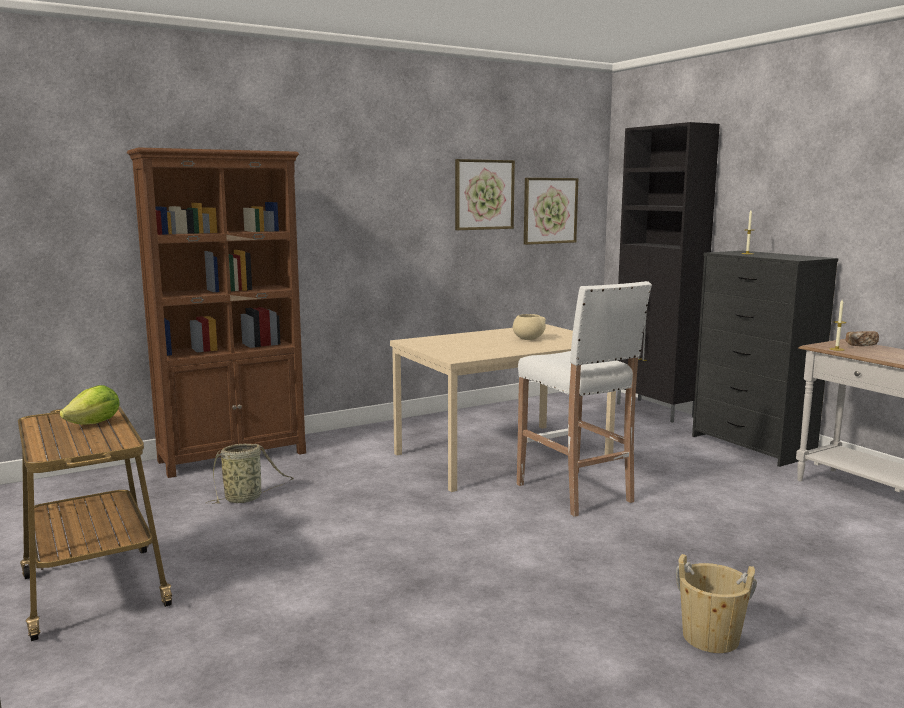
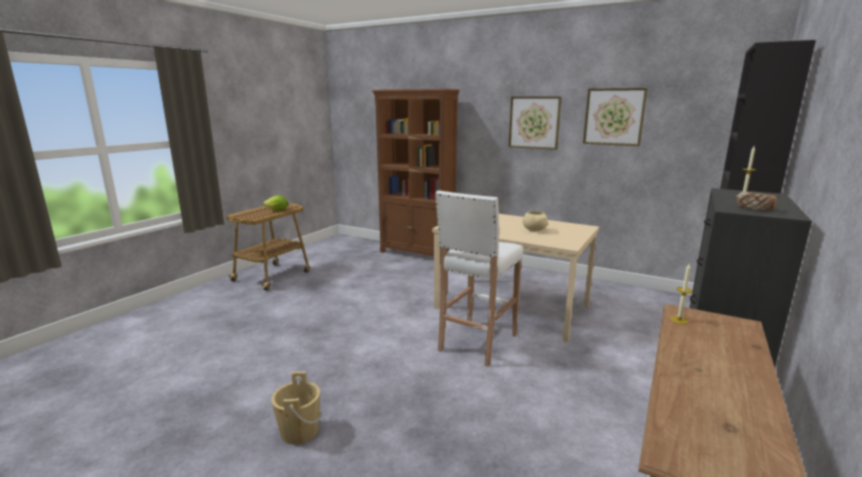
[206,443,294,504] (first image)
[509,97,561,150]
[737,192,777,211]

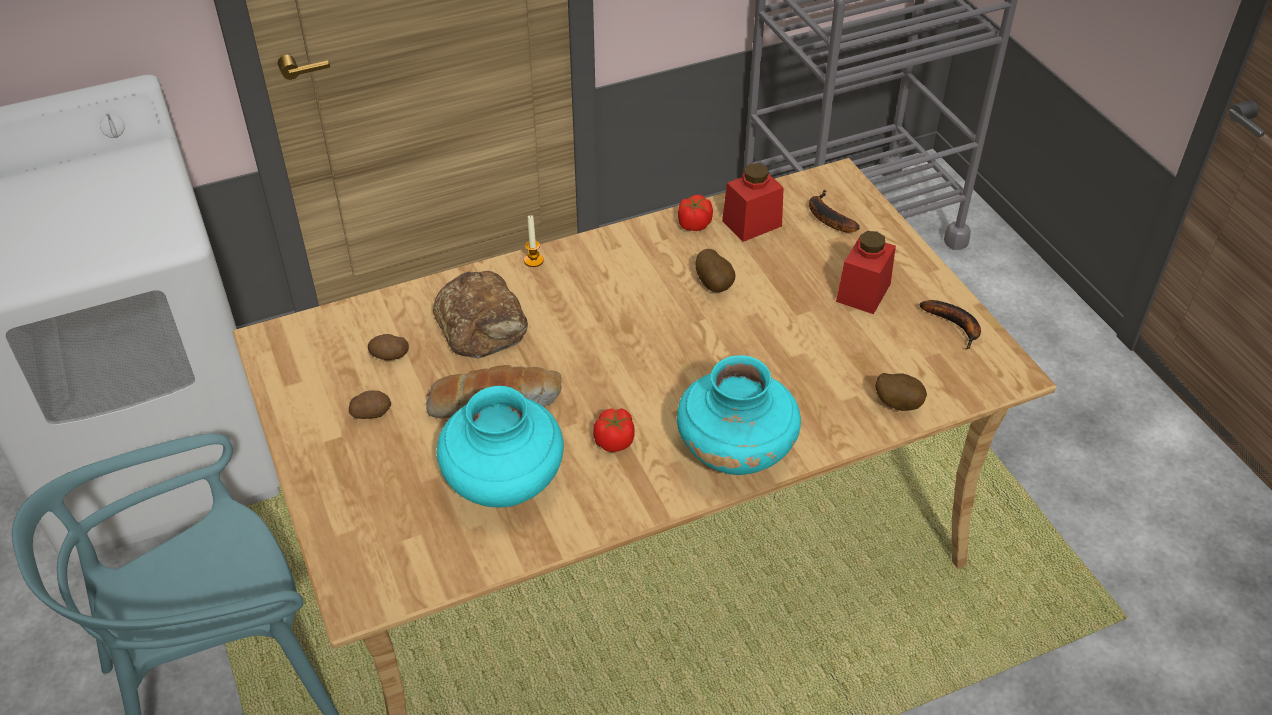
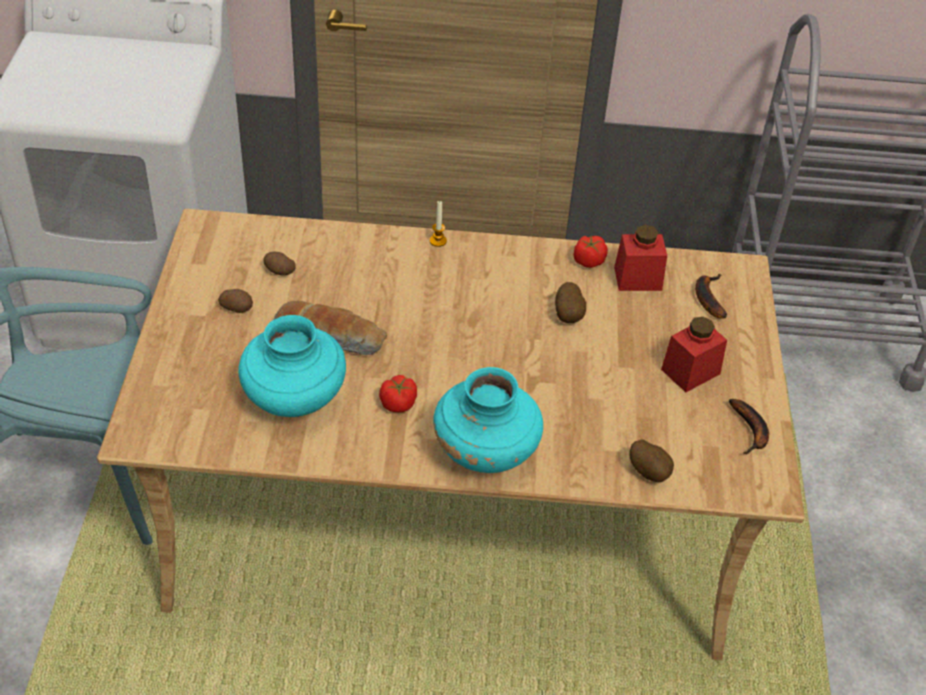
[433,271,528,359] (first image)

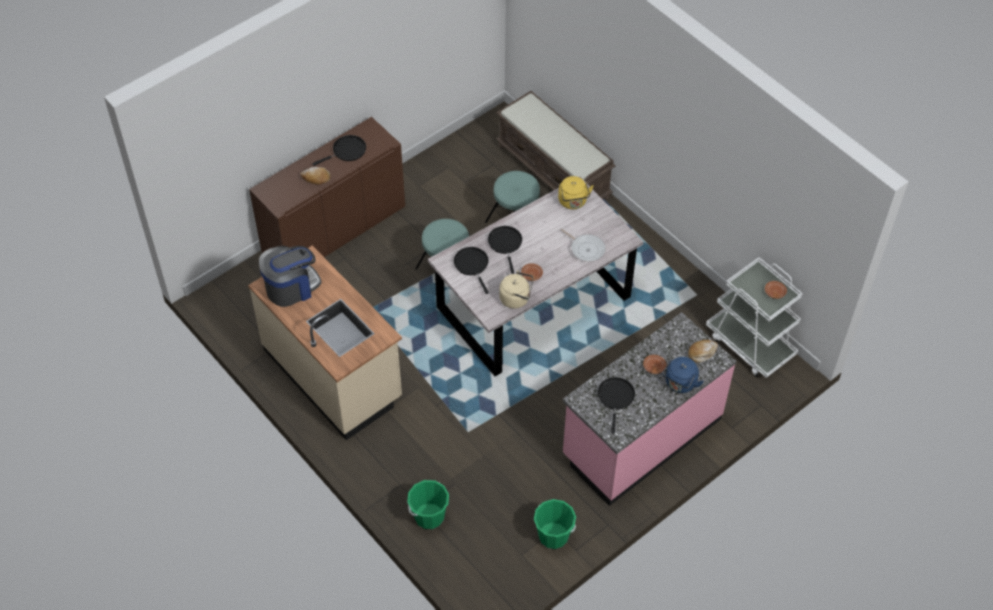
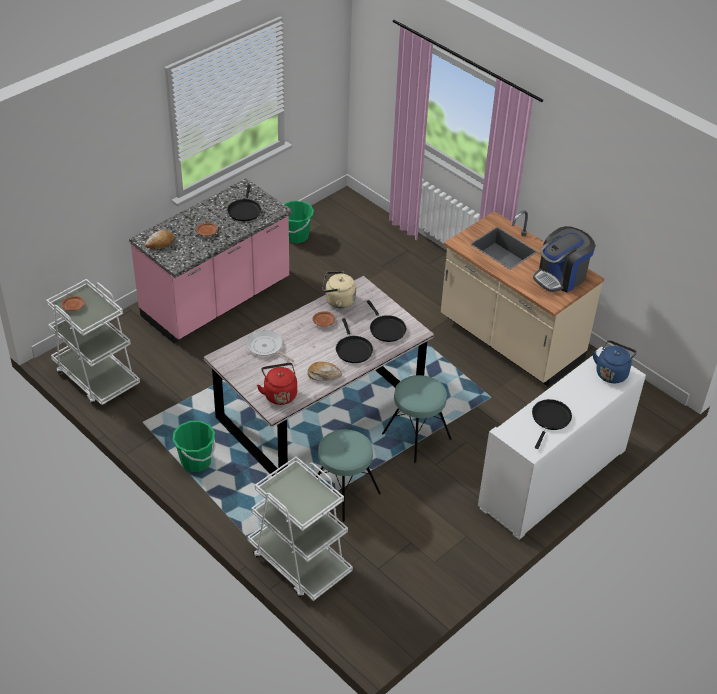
[308,362,342,381]
[173,421,216,472]
[593,340,637,383]
[247,457,353,601]
[478,346,646,540]
[257,363,297,405]
[532,399,572,449]

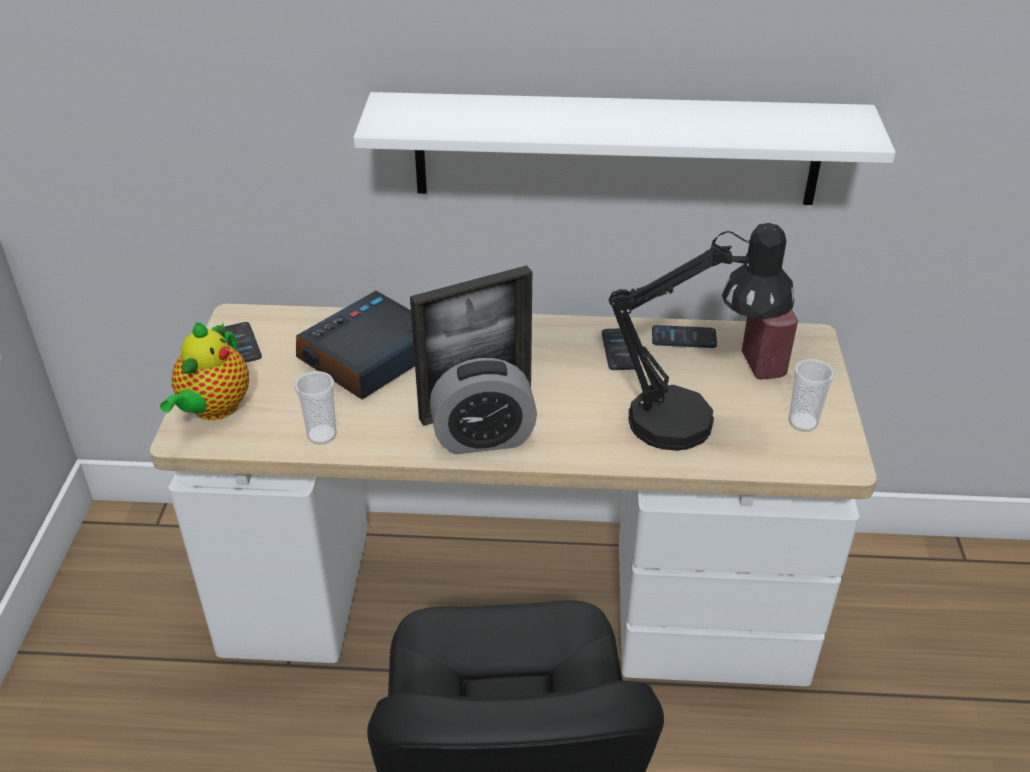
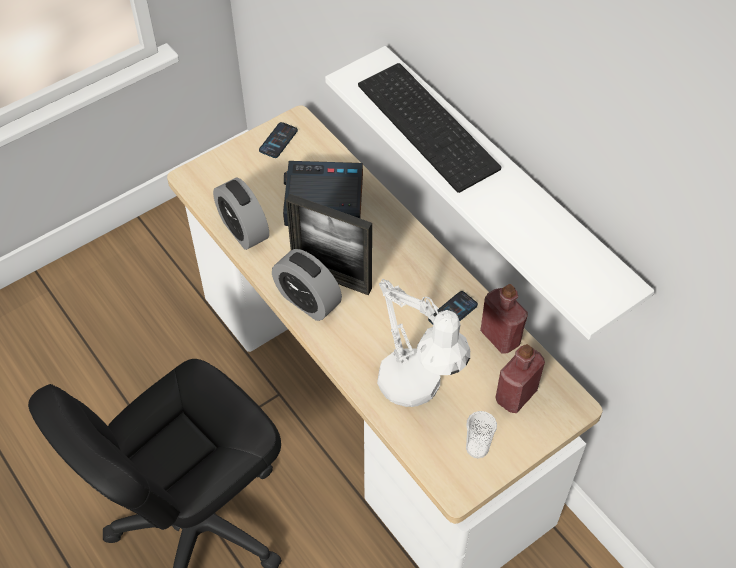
[160,322,249,420] (first image)
[358,63,501,193]
[213,177,269,250]
[480,284,528,354]
[377,279,470,407]

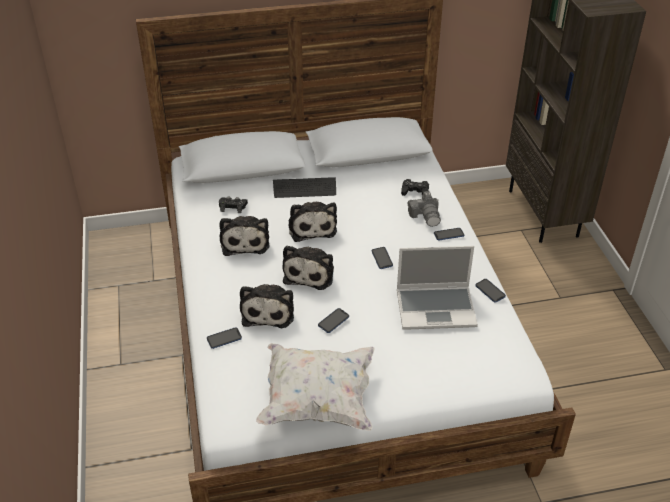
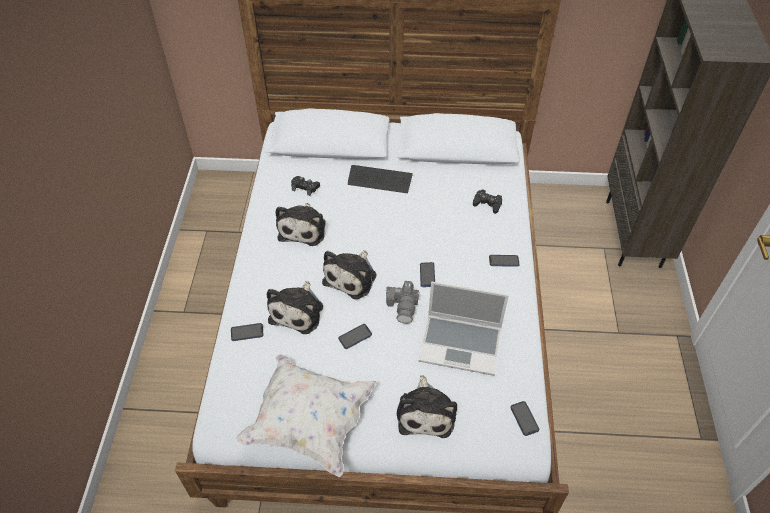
[397,375,457,438]
[386,281,420,323]
[510,401,539,436]

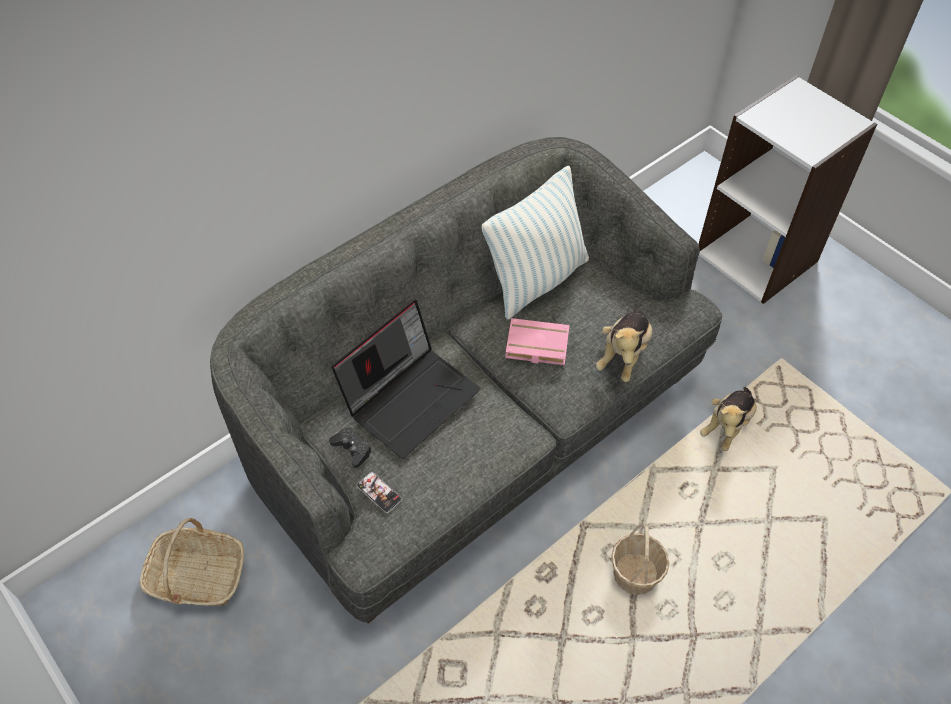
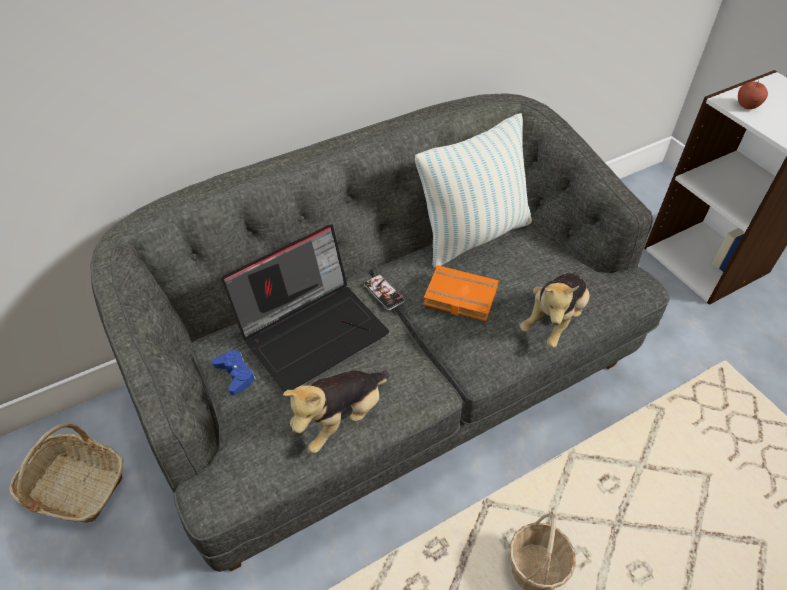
[738,81,768,109]
[364,275,405,310]
[283,370,390,453]
[212,350,256,395]
[423,265,499,321]

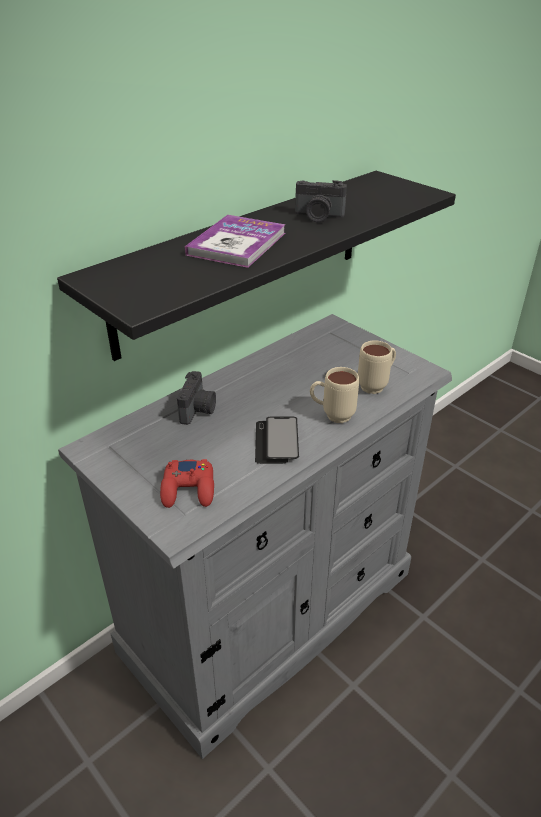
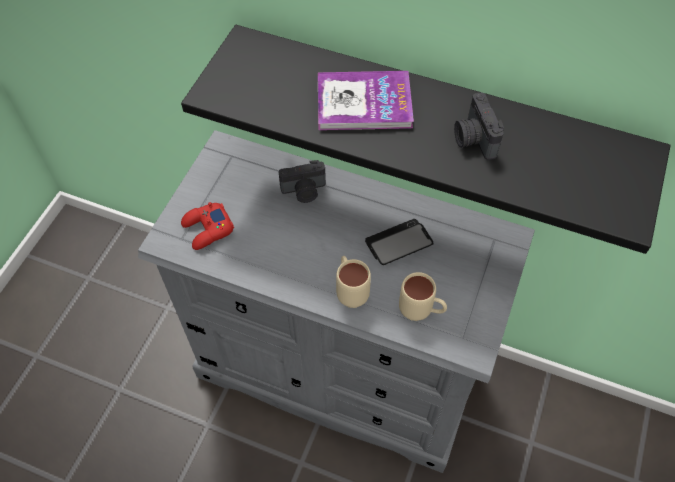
[365,219,433,265]

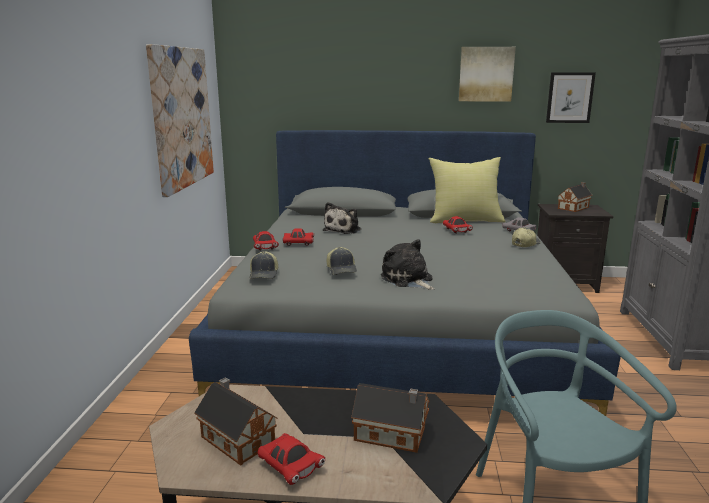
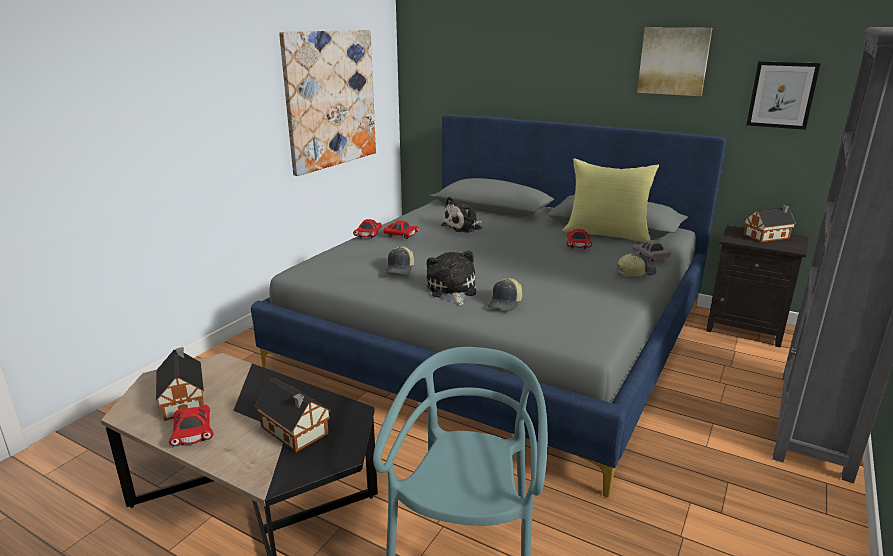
[487,278,522,311]

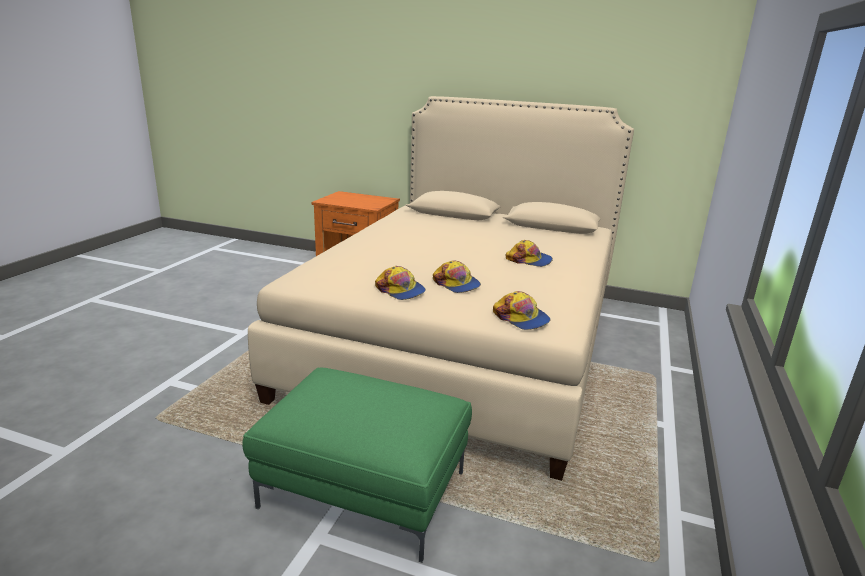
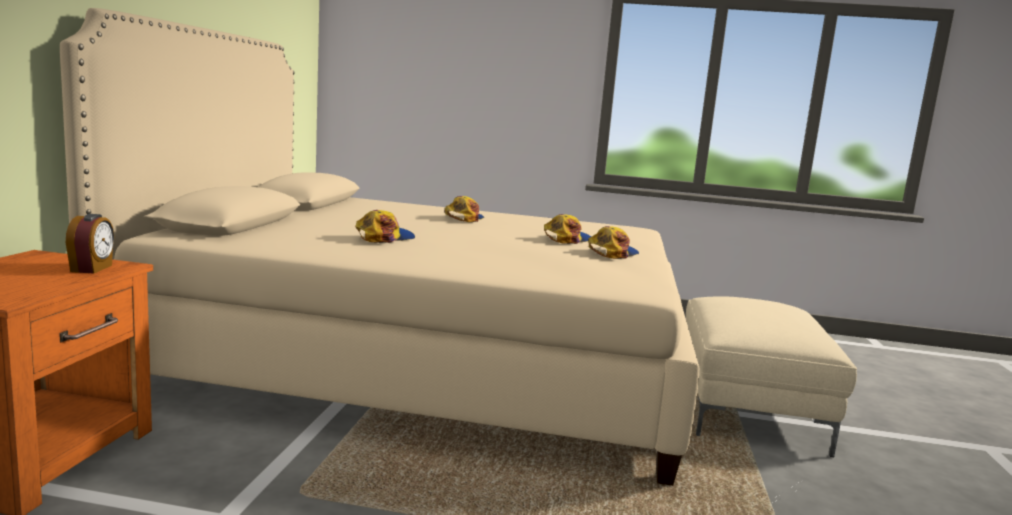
[66,214,114,274]
[355,210,415,243]
[686,296,857,457]

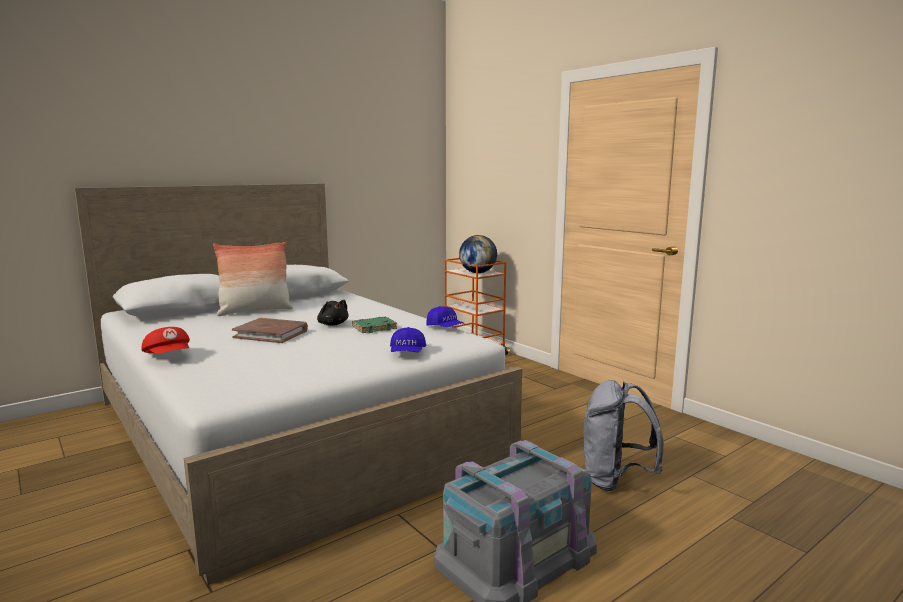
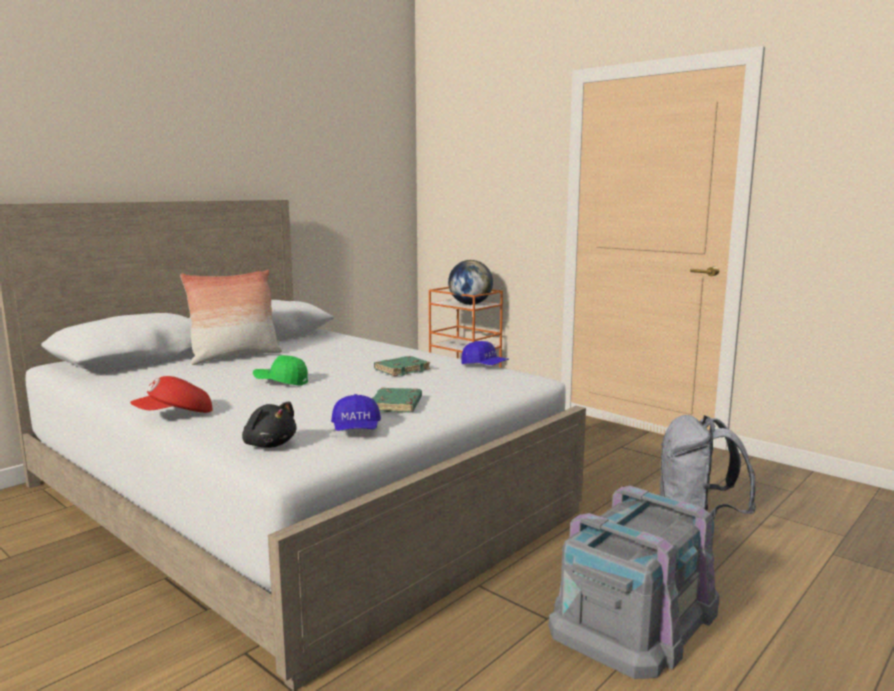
[371,388,422,413]
[242,401,297,448]
[331,394,381,431]
[253,355,308,386]
[130,376,213,413]

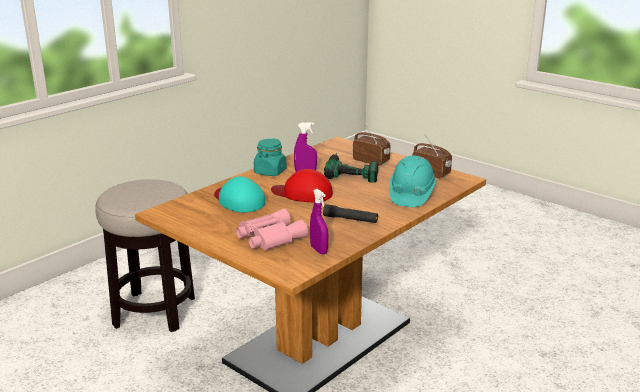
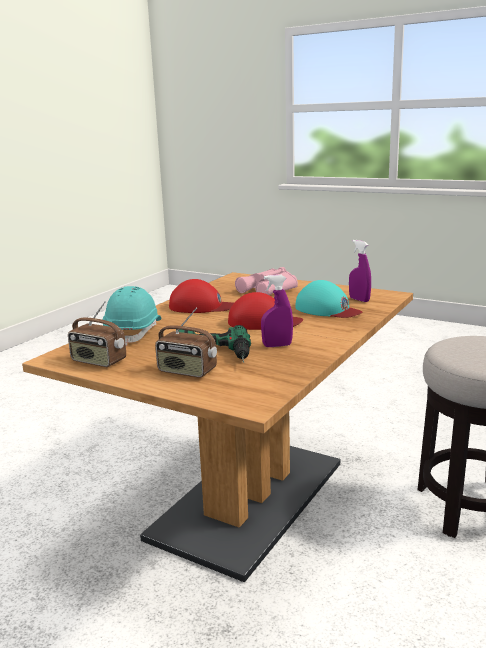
[254,138,287,176] (first image)
[349,240,371,302]
[169,279,234,313]

